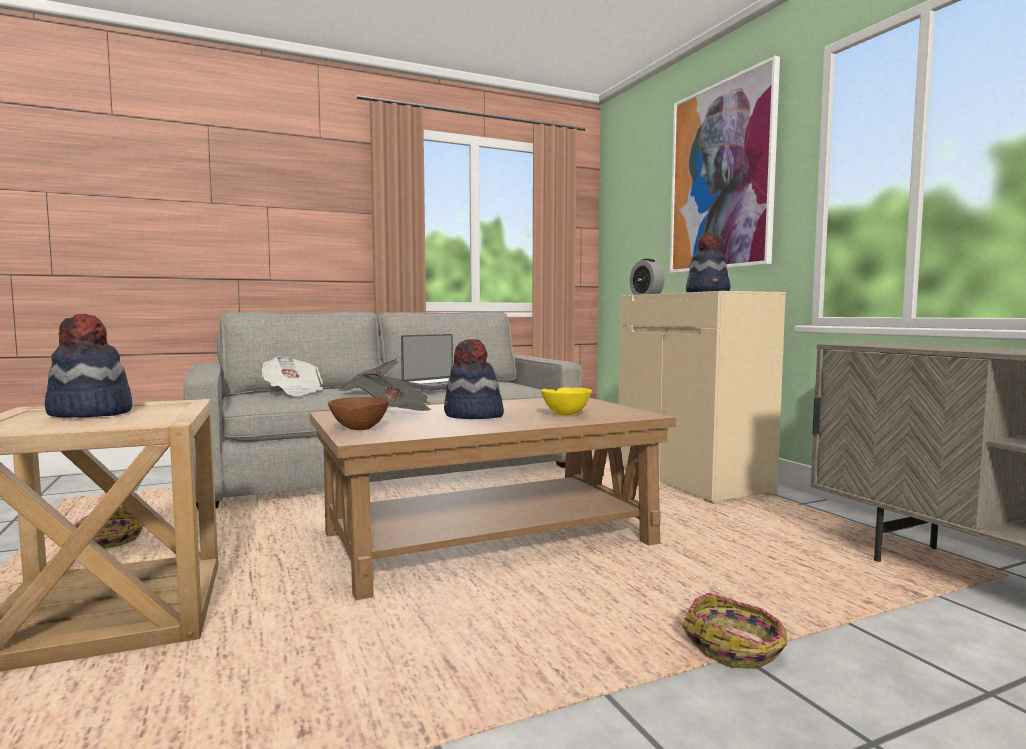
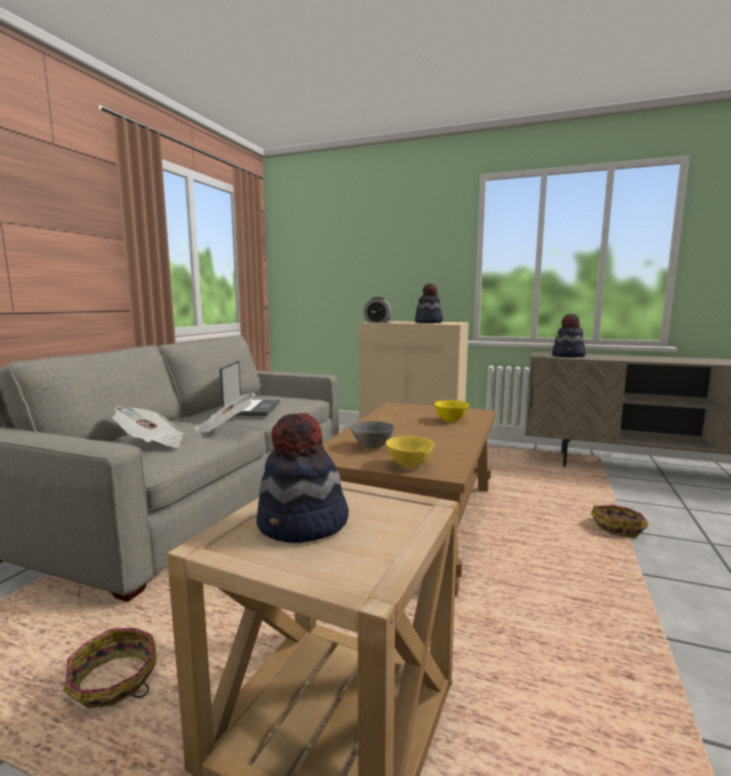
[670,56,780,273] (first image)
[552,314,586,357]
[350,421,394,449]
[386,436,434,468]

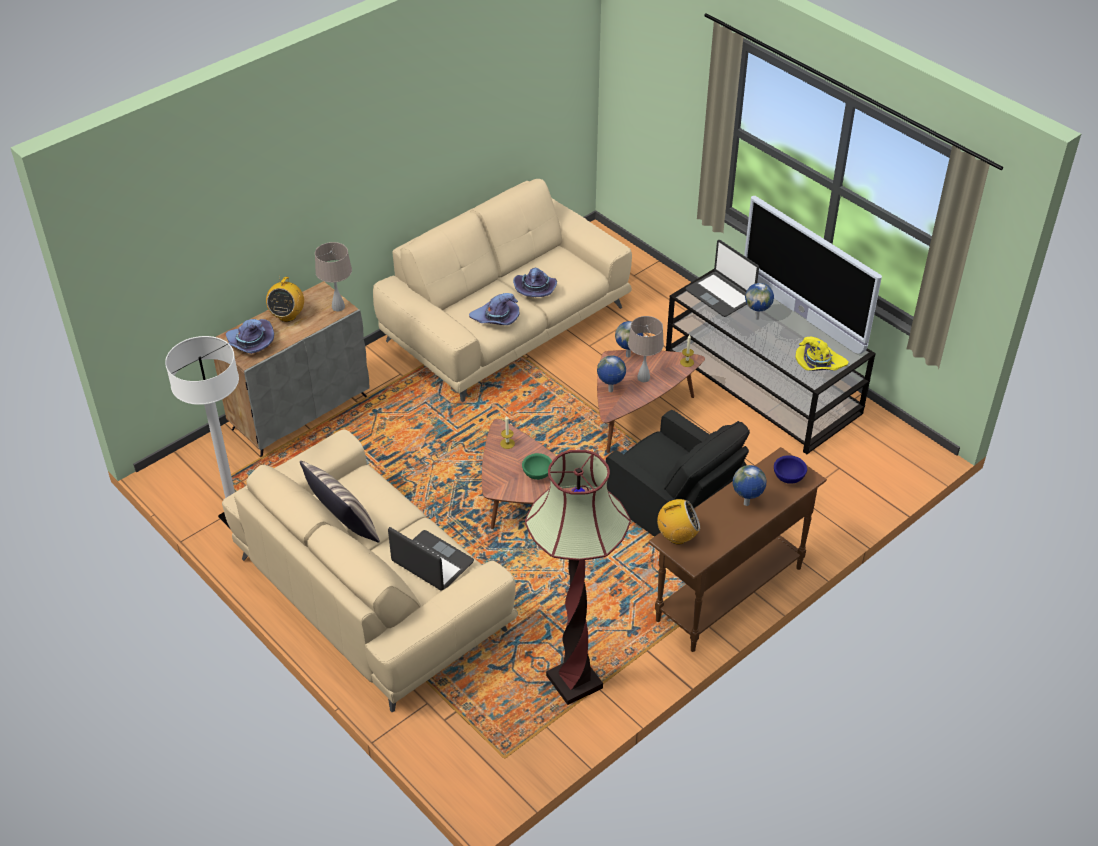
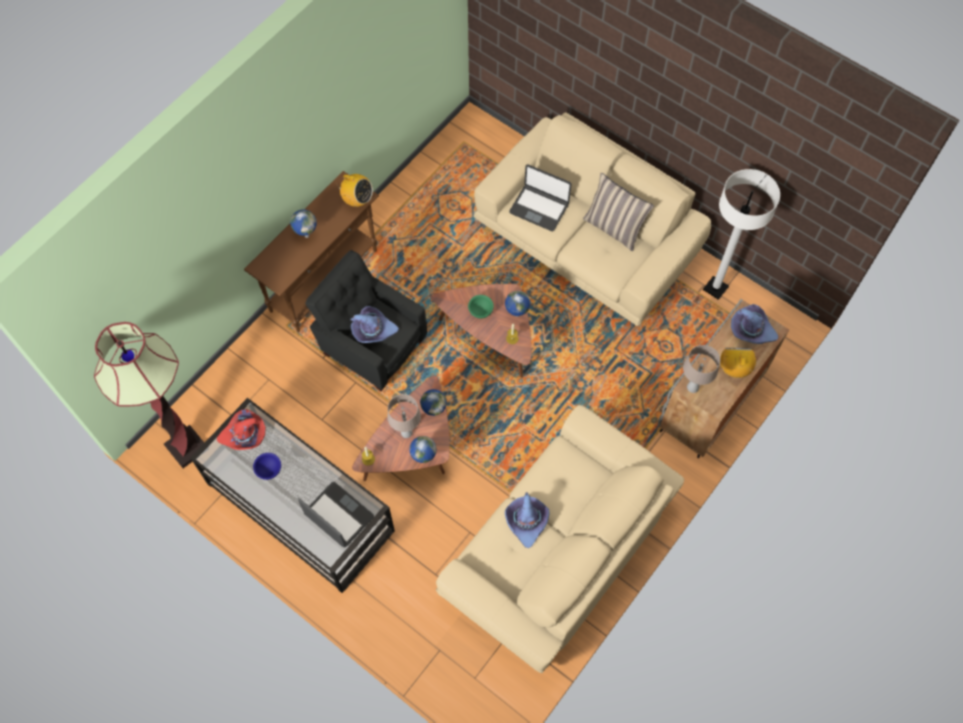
[744,196,882,354] (first image)
[350,306,399,343]
[94,322,204,468]
[505,291,530,317]
[253,453,281,480]
[217,409,266,450]
[335,174,373,207]

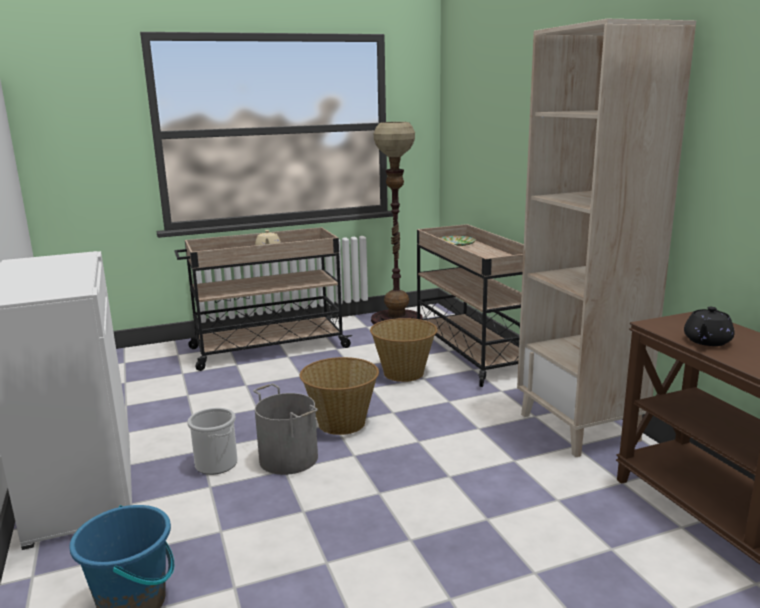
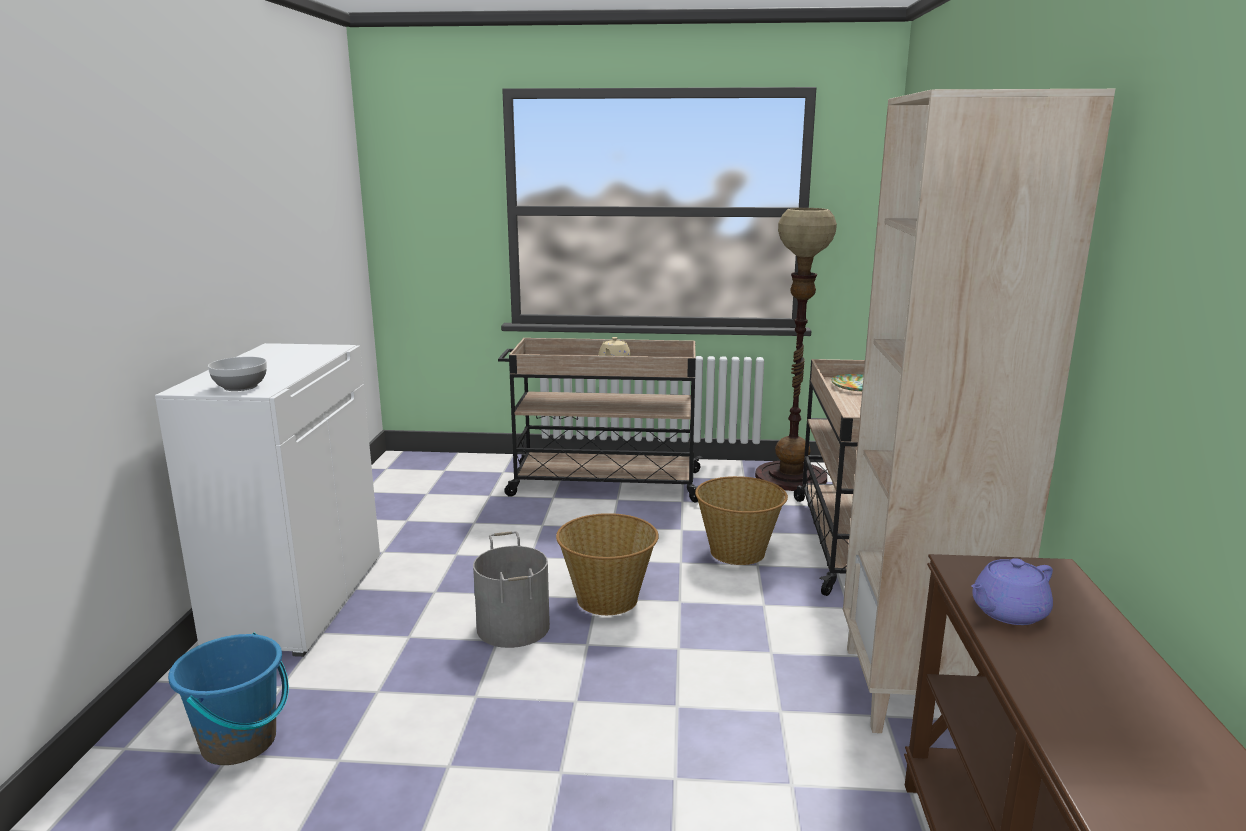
[187,408,238,475] (first image)
[208,357,267,391]
[971,558,1053,625]

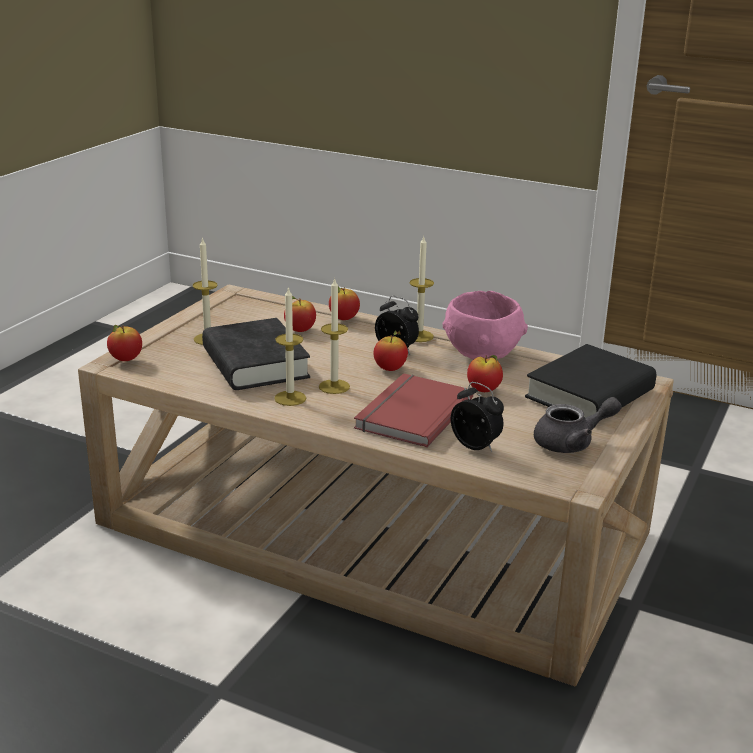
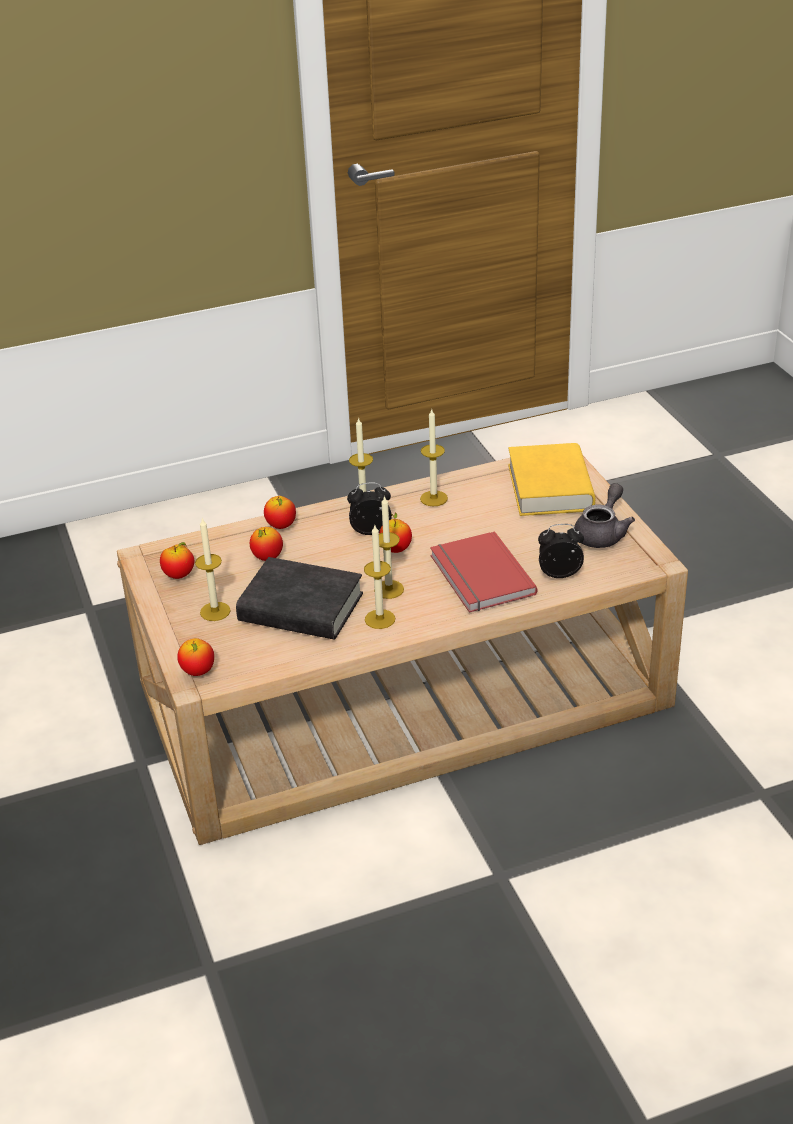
[160,542,194,579]
[420,408,448,506]
[508,443,595,516]

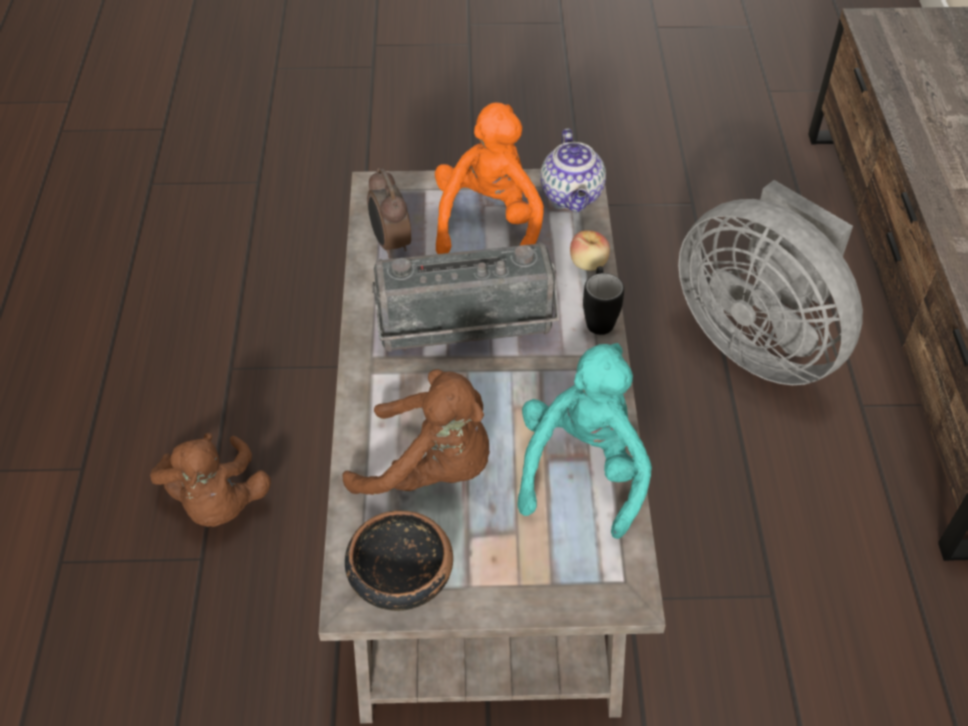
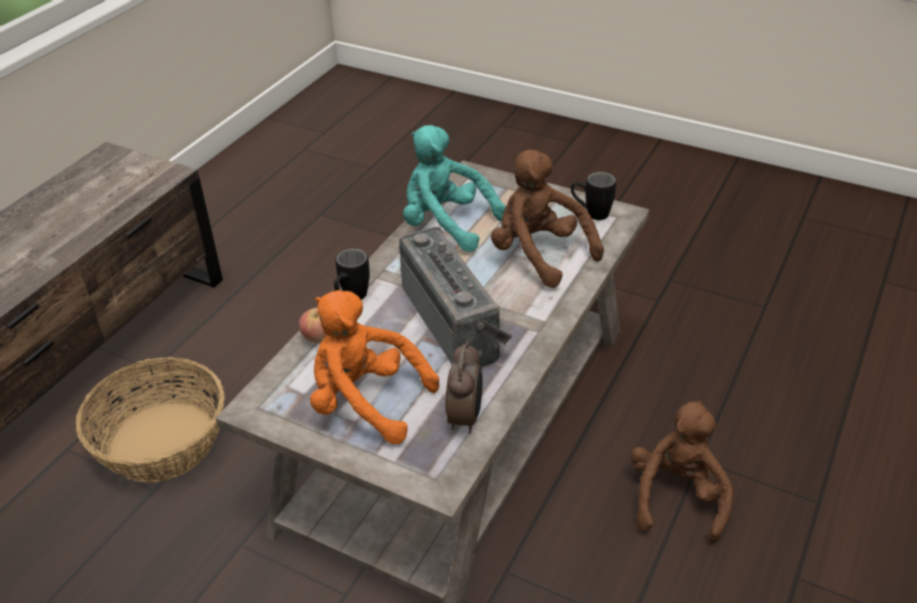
[540,128,606,212] (first image)
[571,172,616,220]
[76,357,225,483]
[399,227,512,367]
[310,290,439,444]
[403,125,506,252]

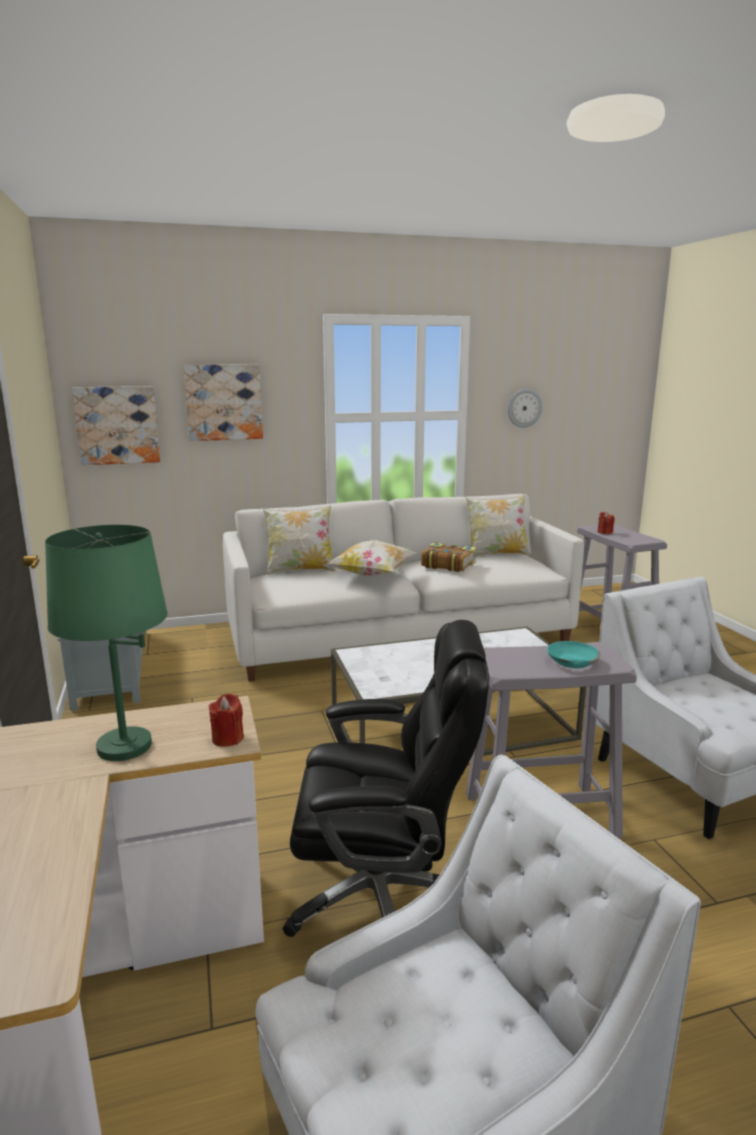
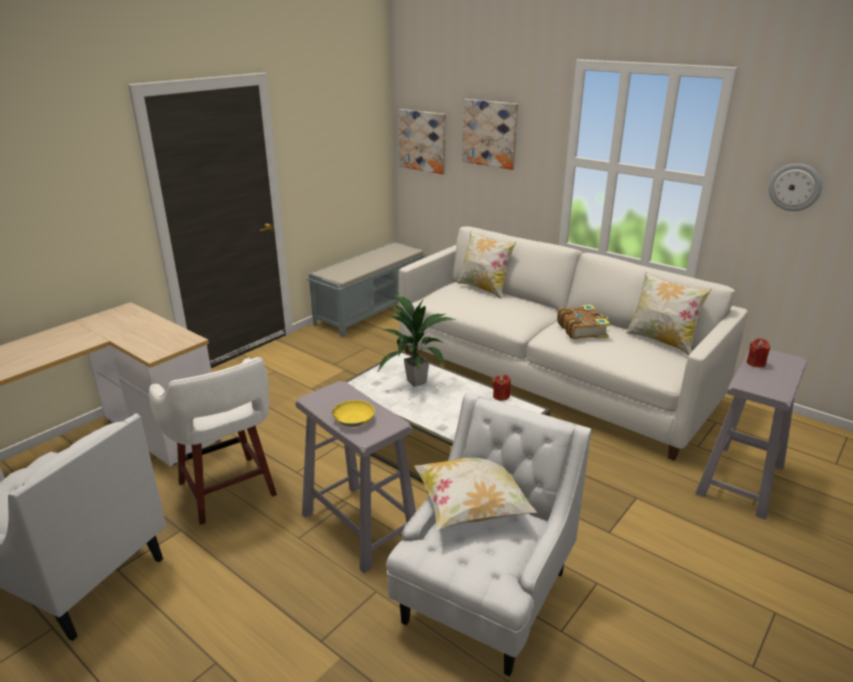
[45,525,168,761] (first image)
[378,295,456,387]
[492,375,511,401]
[414,458,538,530]
[149,357,277,525]
[332,400,375,427]

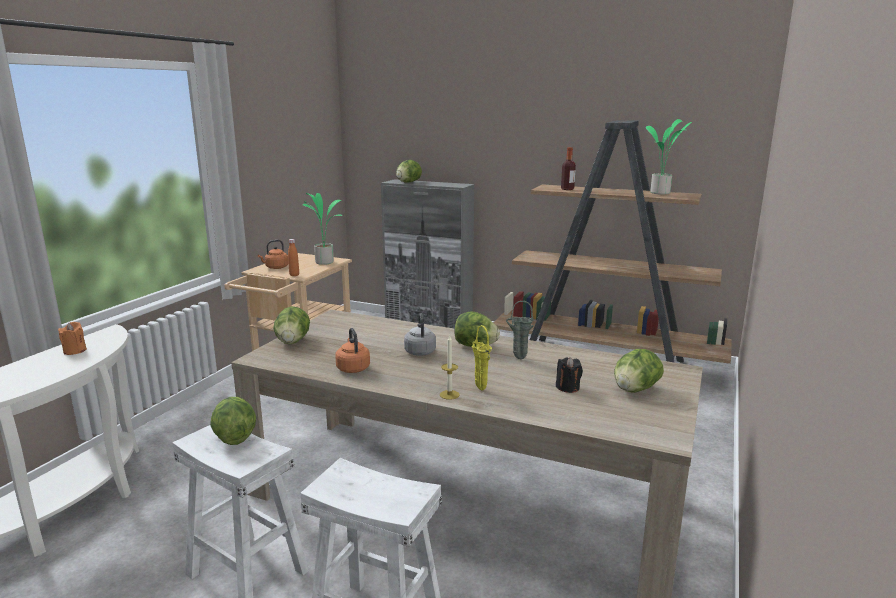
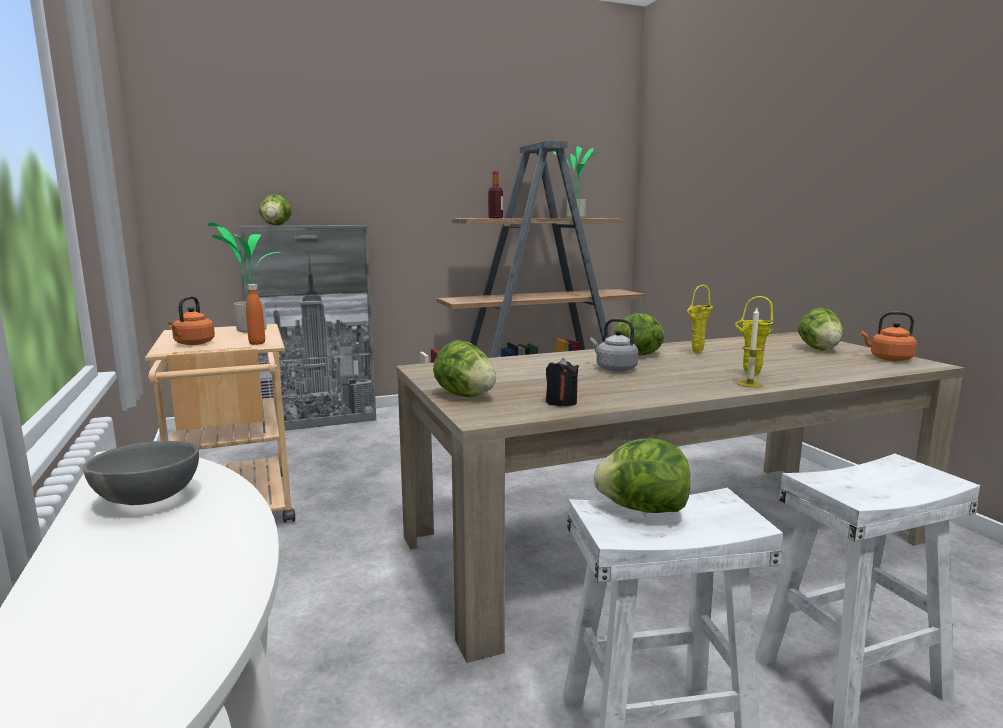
[860,312,917,361]
[546,358,579,406]
[83,441,199,505]
[687,285,713,354]

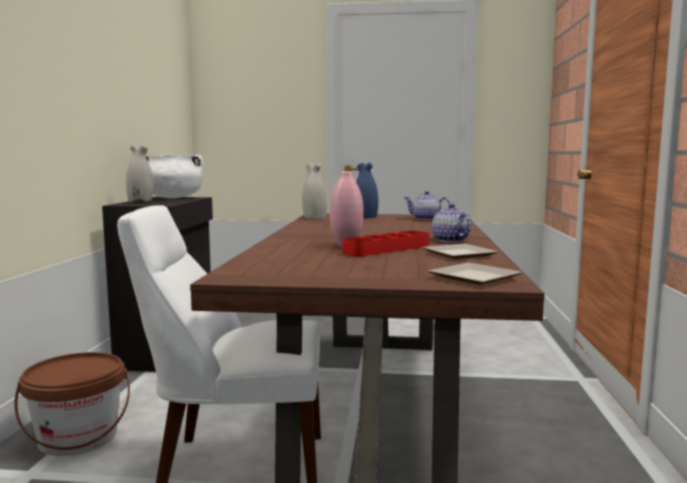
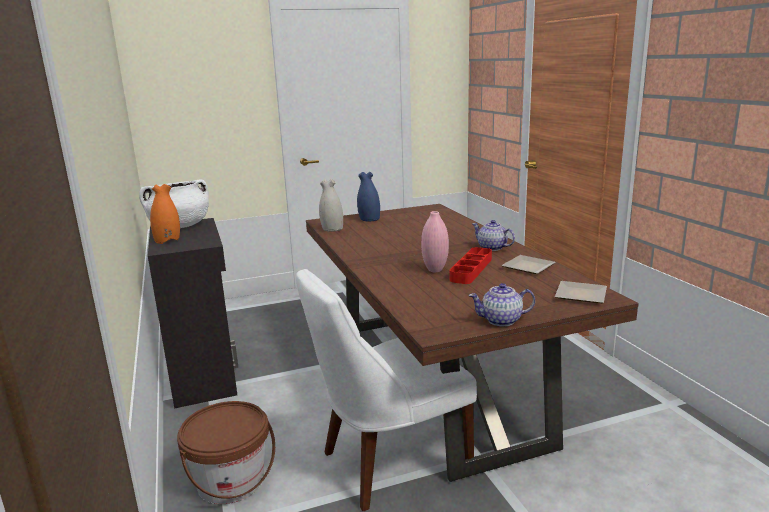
[468,283,535,326]
[150,184,180,244]

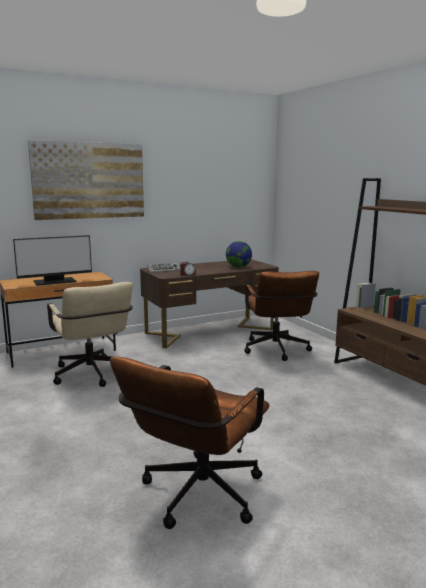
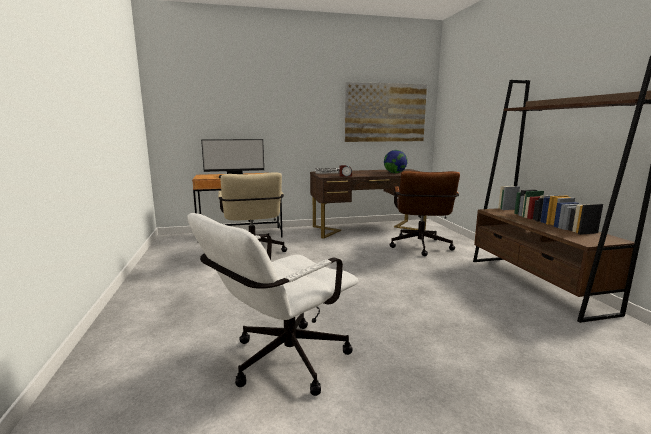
[345,82,427,142]
[187,213,359,396]

